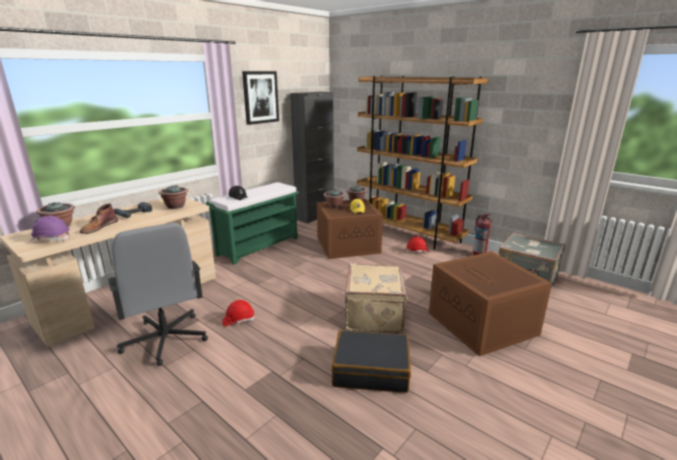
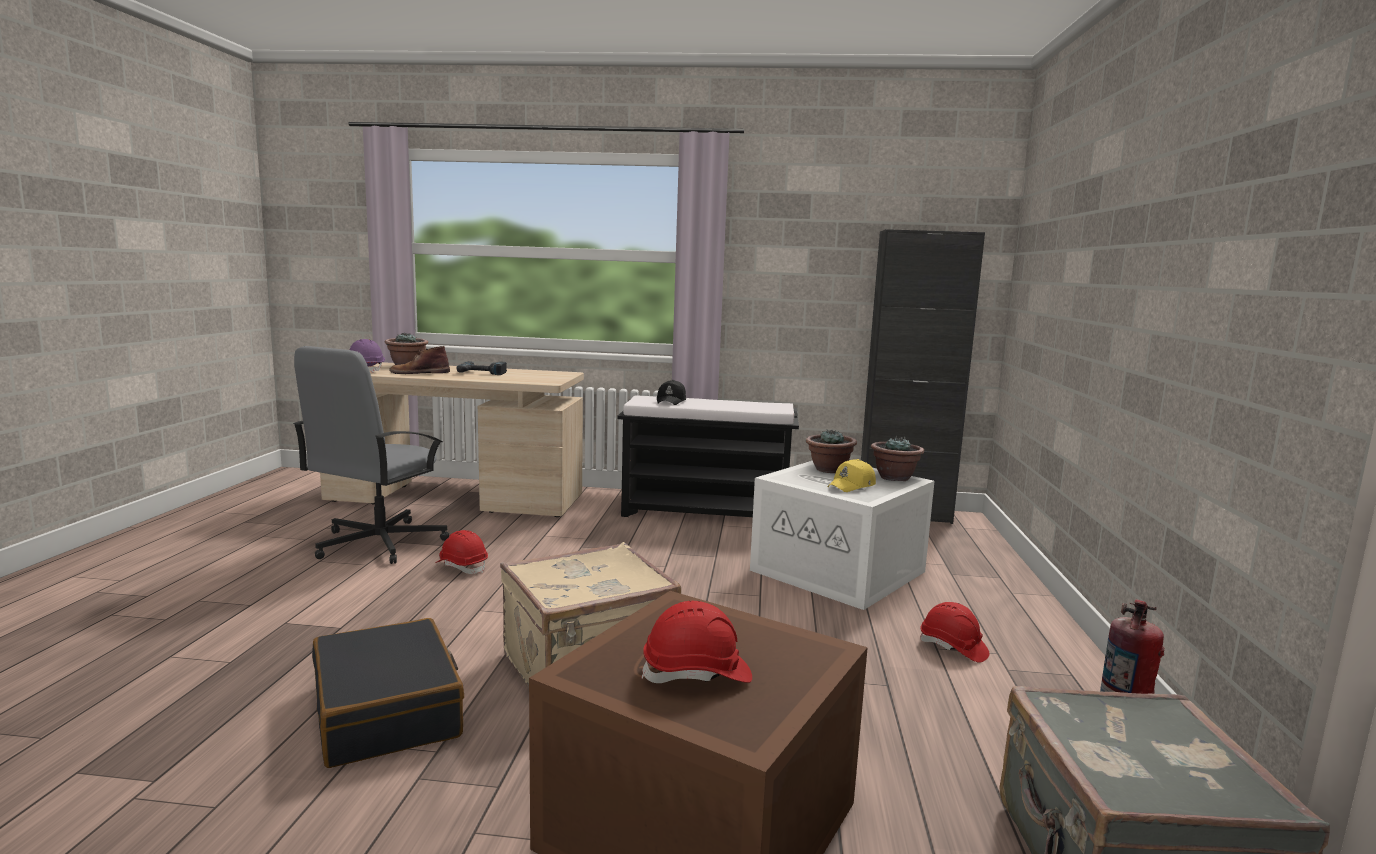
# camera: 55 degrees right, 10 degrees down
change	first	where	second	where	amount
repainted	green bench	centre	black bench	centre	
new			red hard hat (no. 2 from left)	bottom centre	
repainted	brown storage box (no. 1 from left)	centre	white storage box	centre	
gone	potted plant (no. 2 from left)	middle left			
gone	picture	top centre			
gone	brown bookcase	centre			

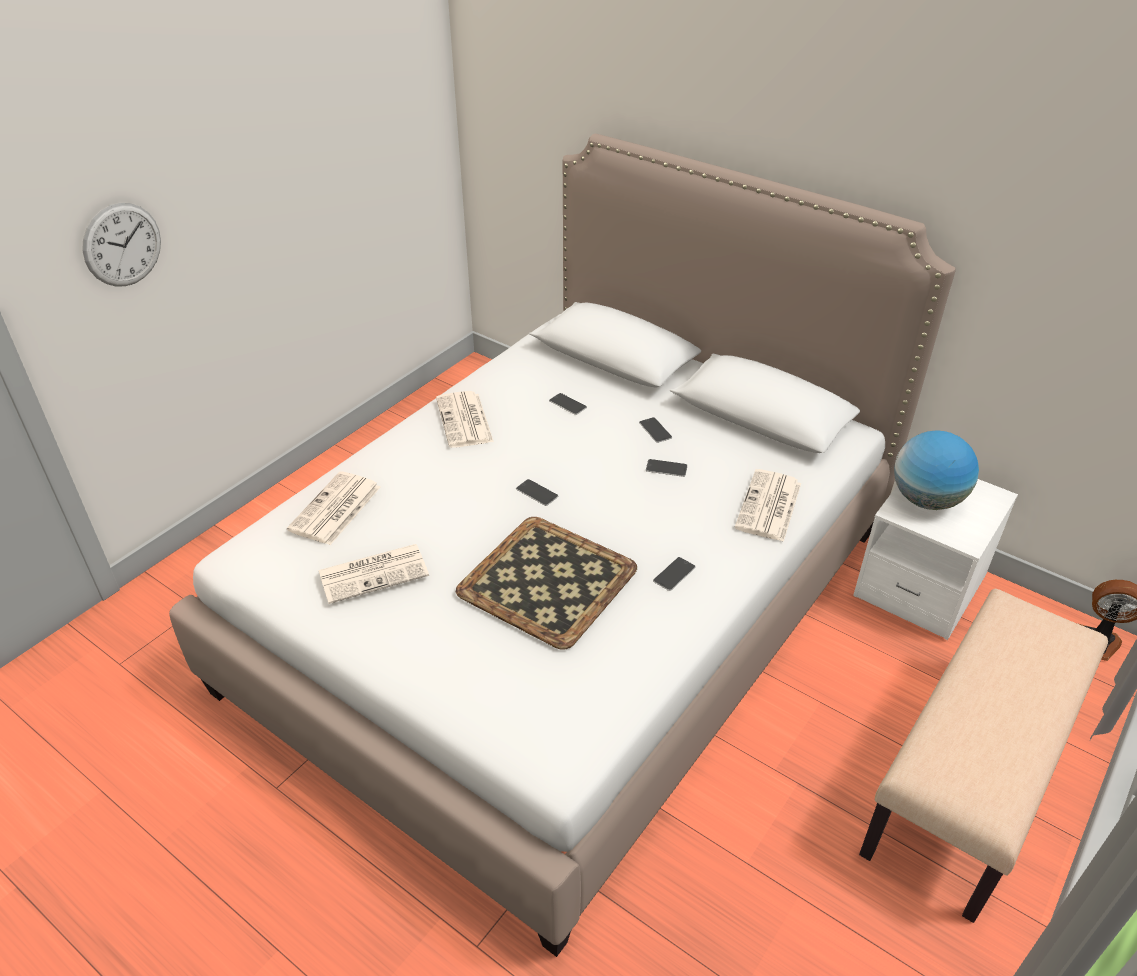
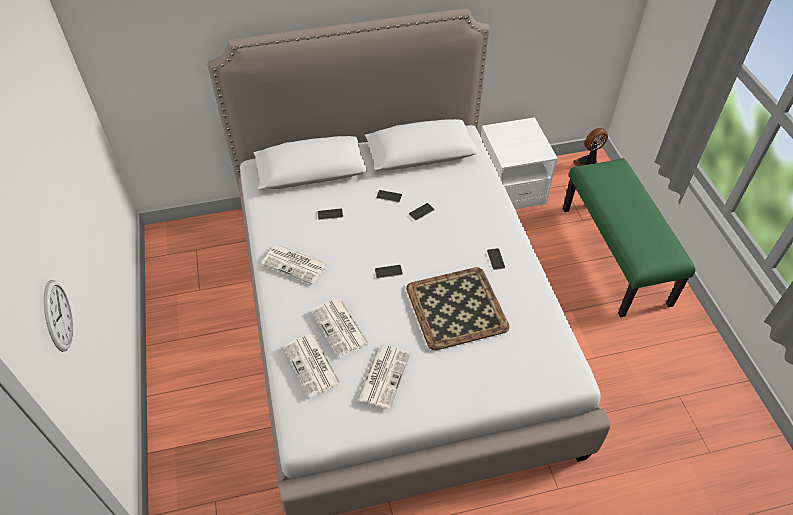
# camera: 50 degrees left, 10 degrees up
change	first	where	second	where	amount
shifted	newspaper (no. 4 from left in the first image)	middle right	newspaper (no. 3 from left)	centre	
repainted	beige bench	bottom right	green bench	middle right	
gone	globe	middle right			

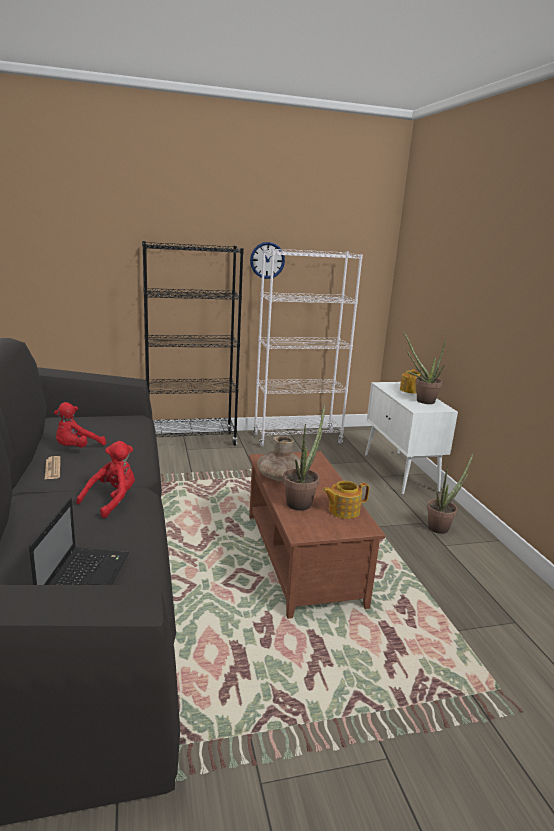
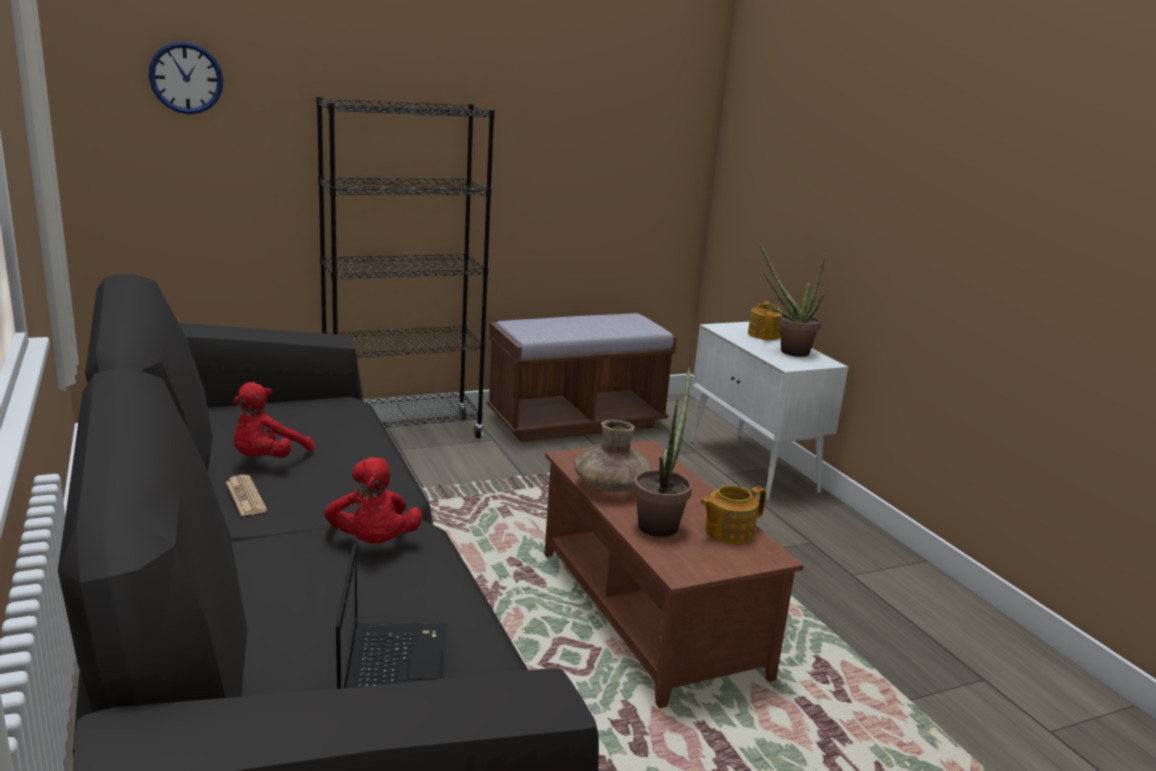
# camera: 10 degrees left, 0 degrees up
change	first	where	second	where	amount
shifted	wall clock	top centre		top left	
rotated	red plush toy (no. 2 from left)	middle left		middle left	135 degrees clockwise
swapped	white bookcase	centre	brown bench	centre	
gone	potted plant (no. 3 from left)	middle right			

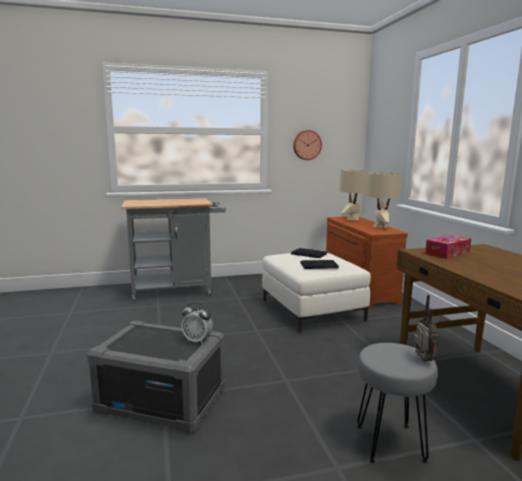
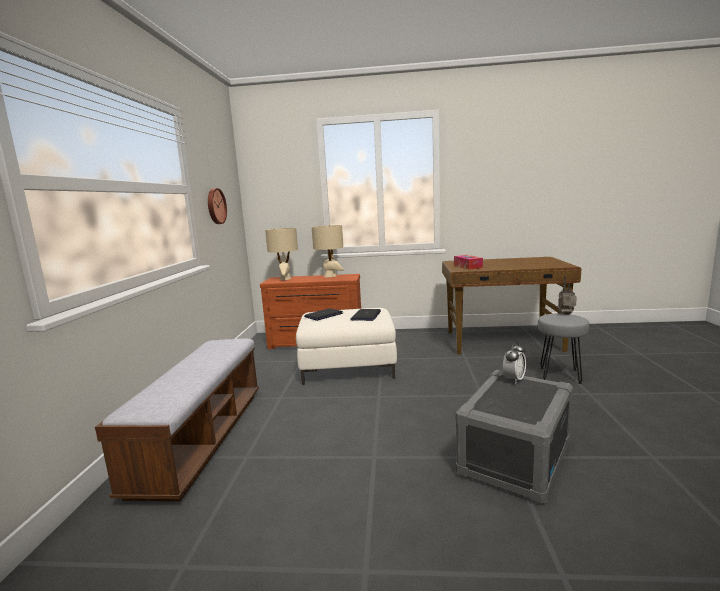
# camera: 70 degrees left, 0 degrees up
change	first	where	second	where	amount
swapped	grey cart	middle left	bench	bottom left	

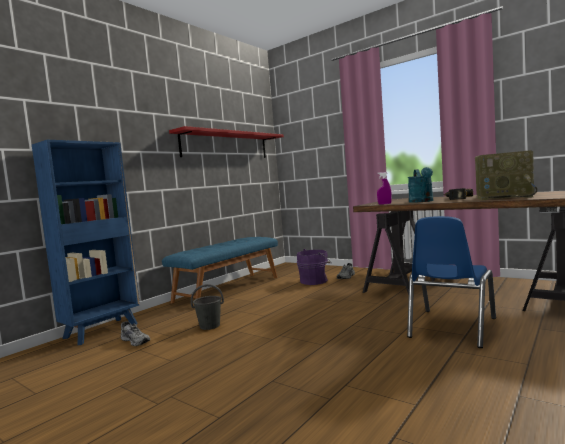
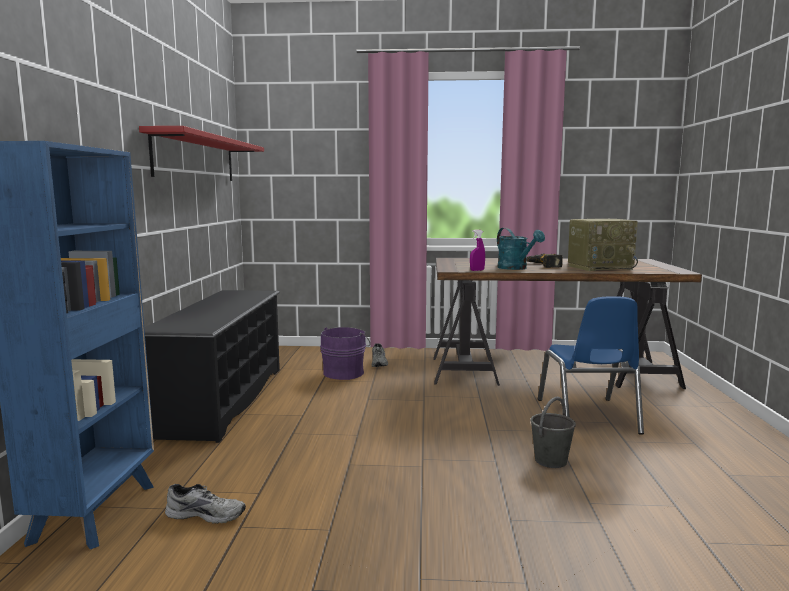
# camera: 35 degrees left, 5 degrees up
change	first	where	second	where	amount
swapped	blue bench	centre	black shoe rack	middle left	
shifted	grey bucket	bottom centre		bottom right	

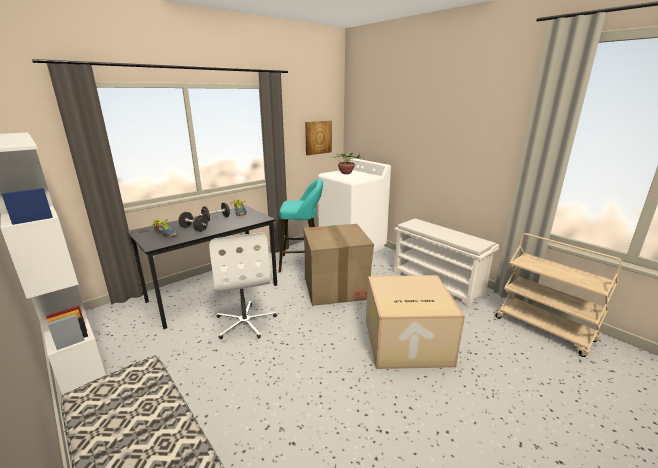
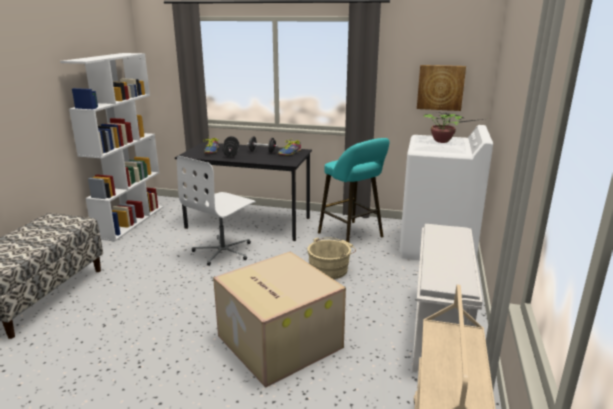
# camera: 55 degrees right, 0 degrees up
change	first	where	second	where	amount
swapped	cardboard box (no. 1 from left)	centre	beige bucket	centre	

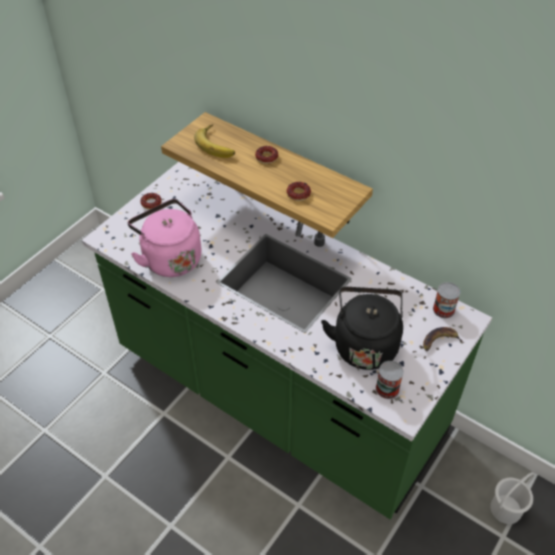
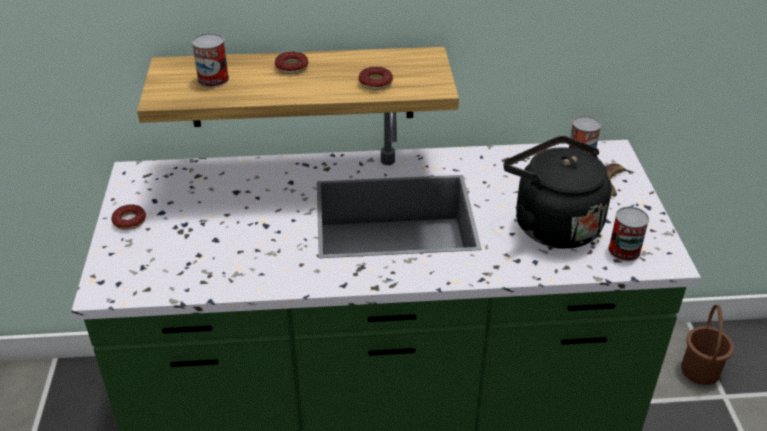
# camera: 40 degrees left, 10 degrees down
change	first	where	second	where	amount
swapped	banana (no. 1 from left)	top centre	can (no. 1 from left)	top left	
repainted	white bucket	bottom right	brown bucket	bottom right	
gone	pink kettle	middle left			

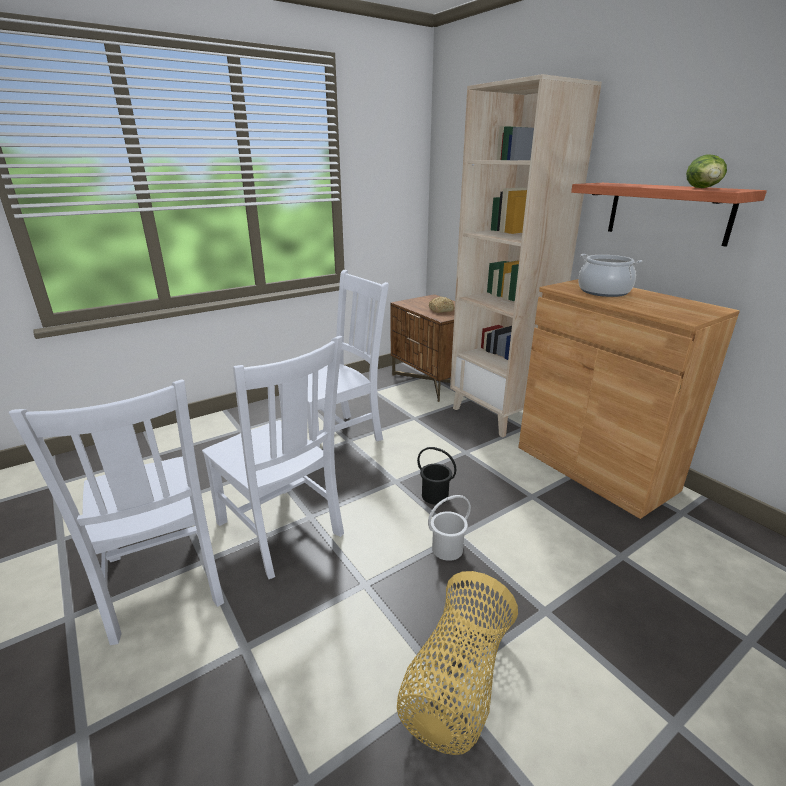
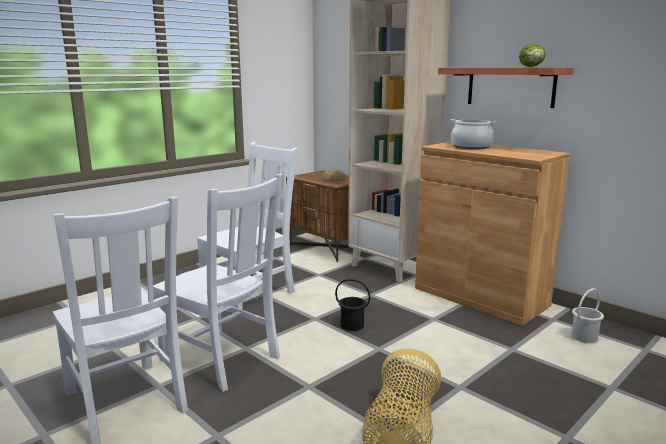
# camera: 10 degrees left, 10 degrees down
change	first	where	second	where	amount
shifted	white bucket	bottom centre		bottom right	

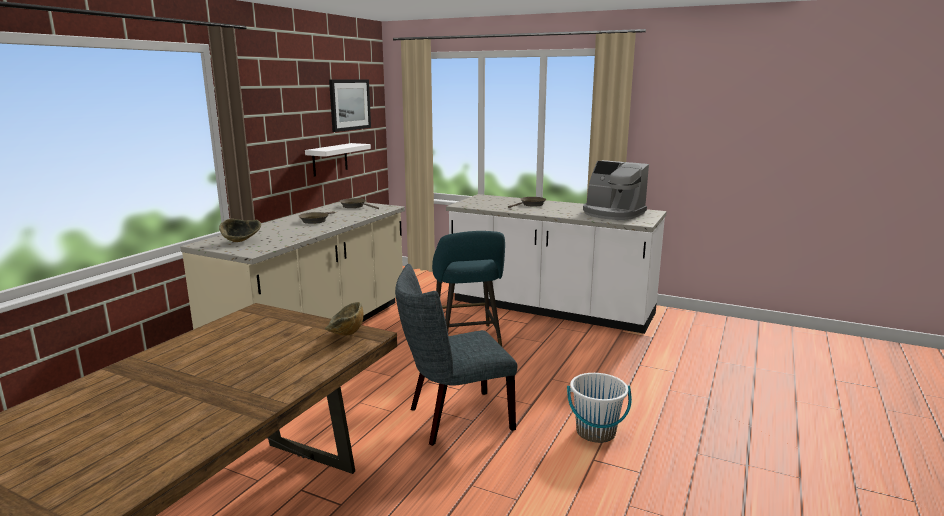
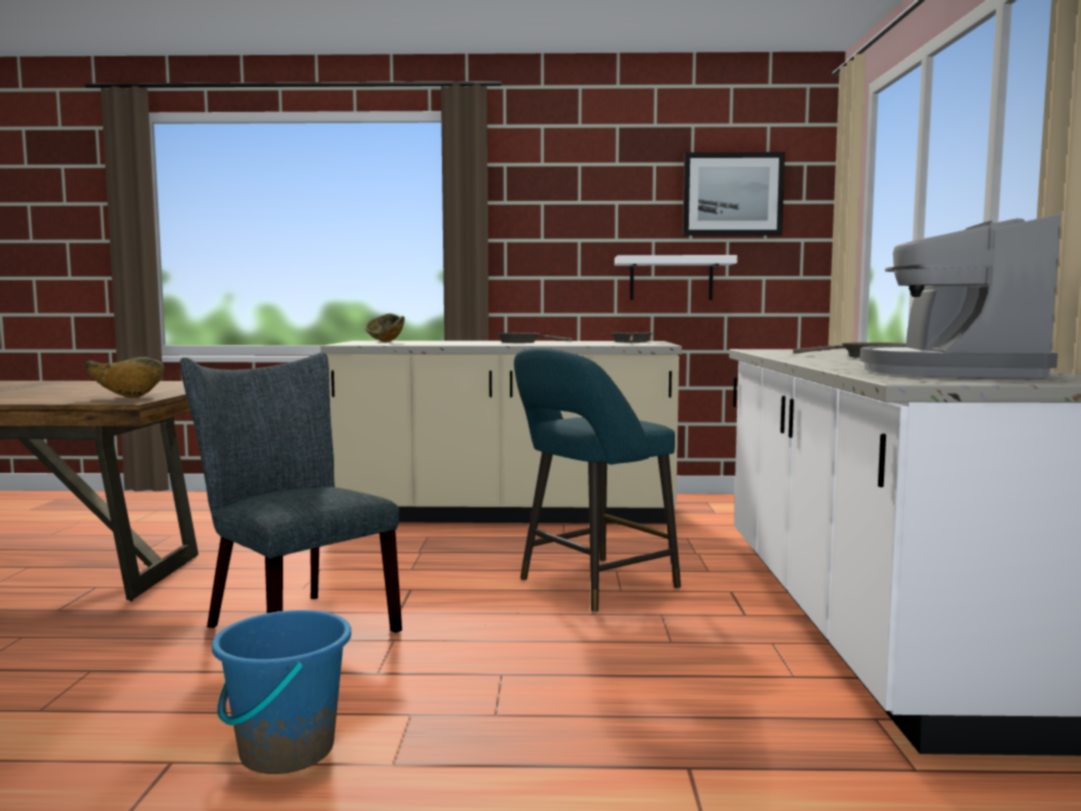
# camera: 65 degrees right, 10 degrees down
change	first	where	second	where	amount
repainted	white bucket	bottom centre	blue bucket	bottom left	

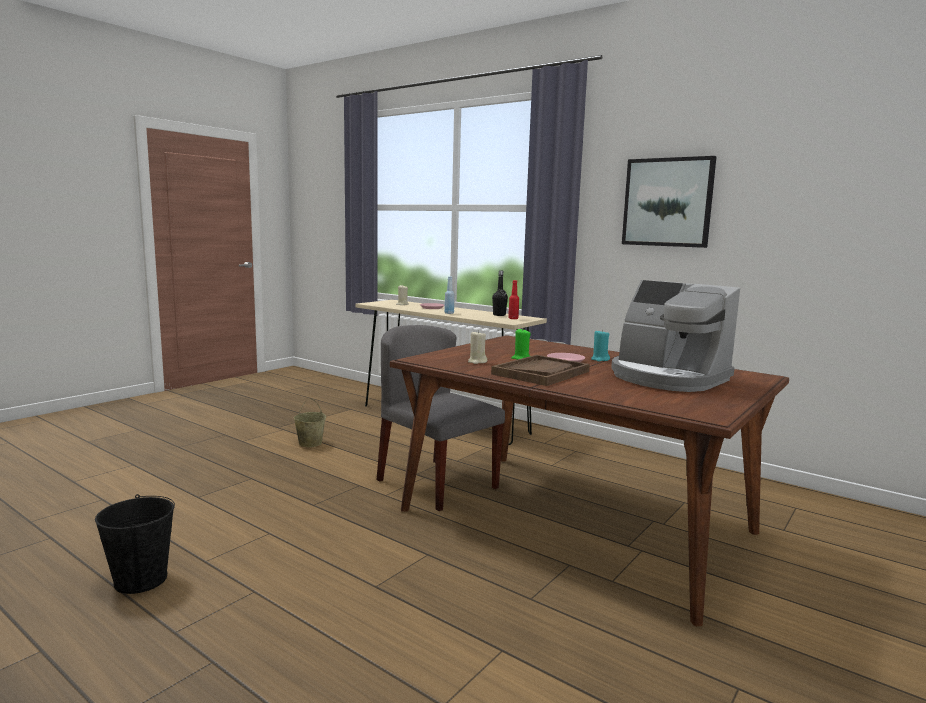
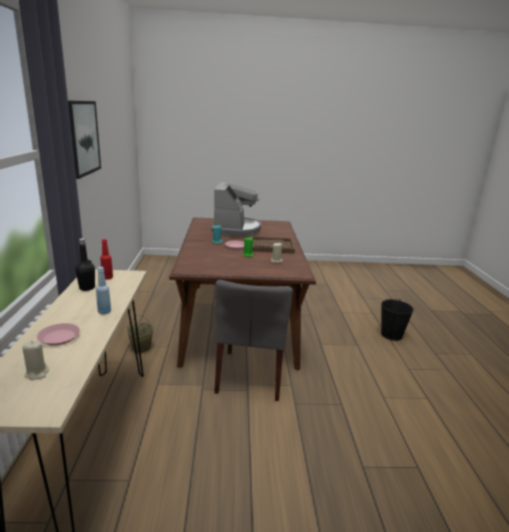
# camera: 130 degrees left, 10 degrees up
change	first	where	second	where	amount
shifted	beige bucket	centre		middle left	
shifted	black bucket	bottom left		middle right	

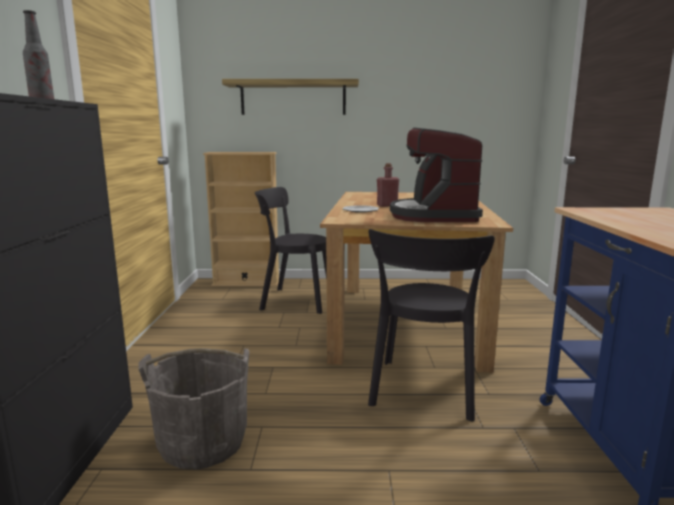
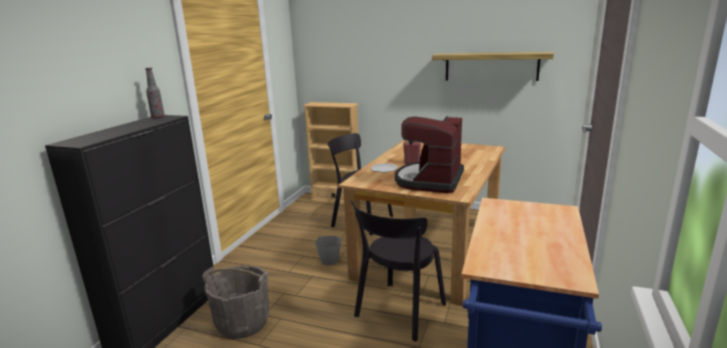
# camera: 20 degrees right, 5 degrees up
change	first	where	second	where	amount
new			grey bucket (no. 2 from left)	bottom centre	
shifted	shelf	top centre		top right	

